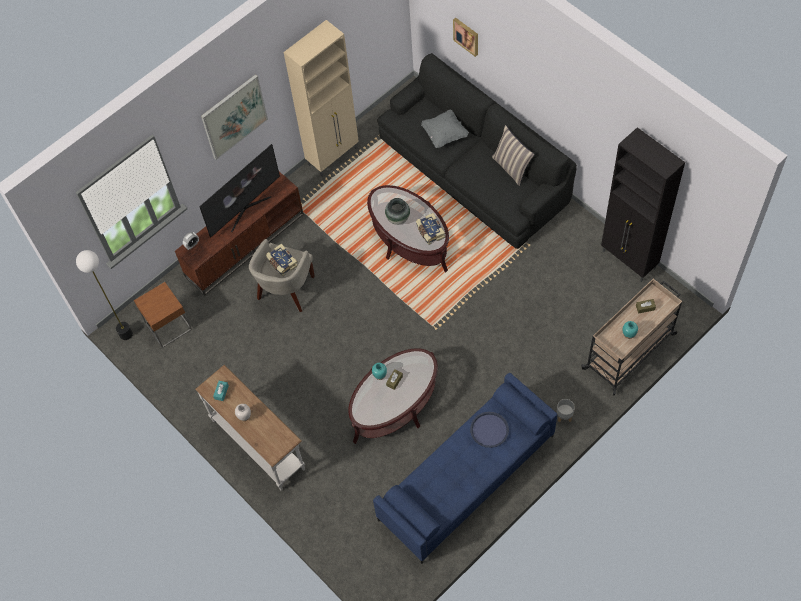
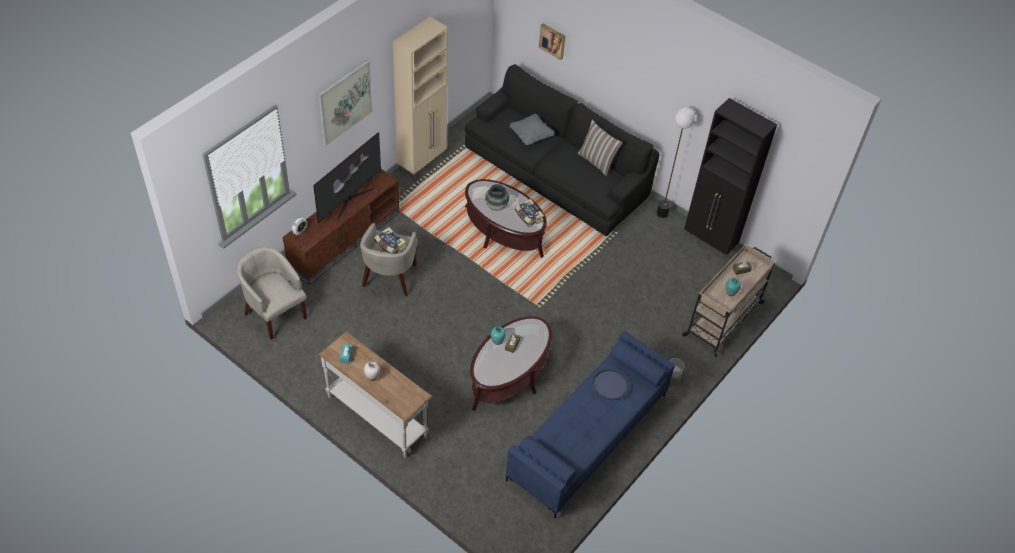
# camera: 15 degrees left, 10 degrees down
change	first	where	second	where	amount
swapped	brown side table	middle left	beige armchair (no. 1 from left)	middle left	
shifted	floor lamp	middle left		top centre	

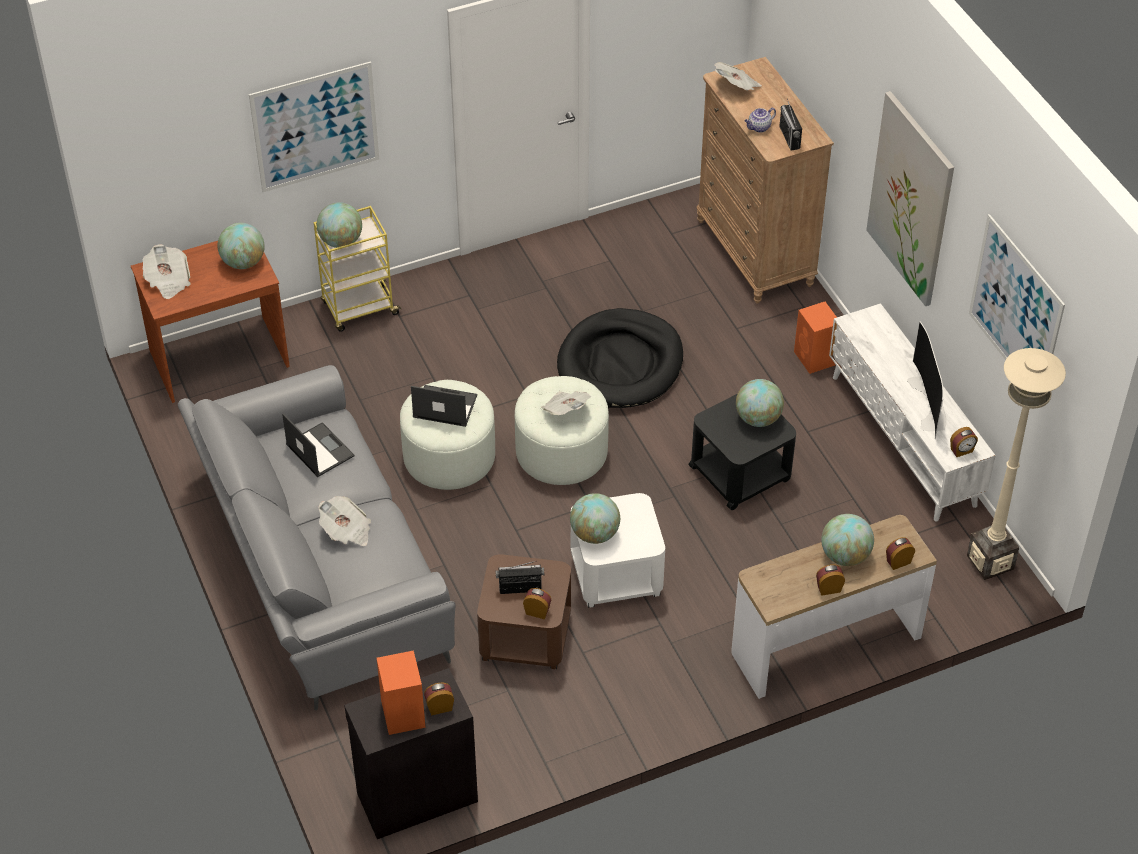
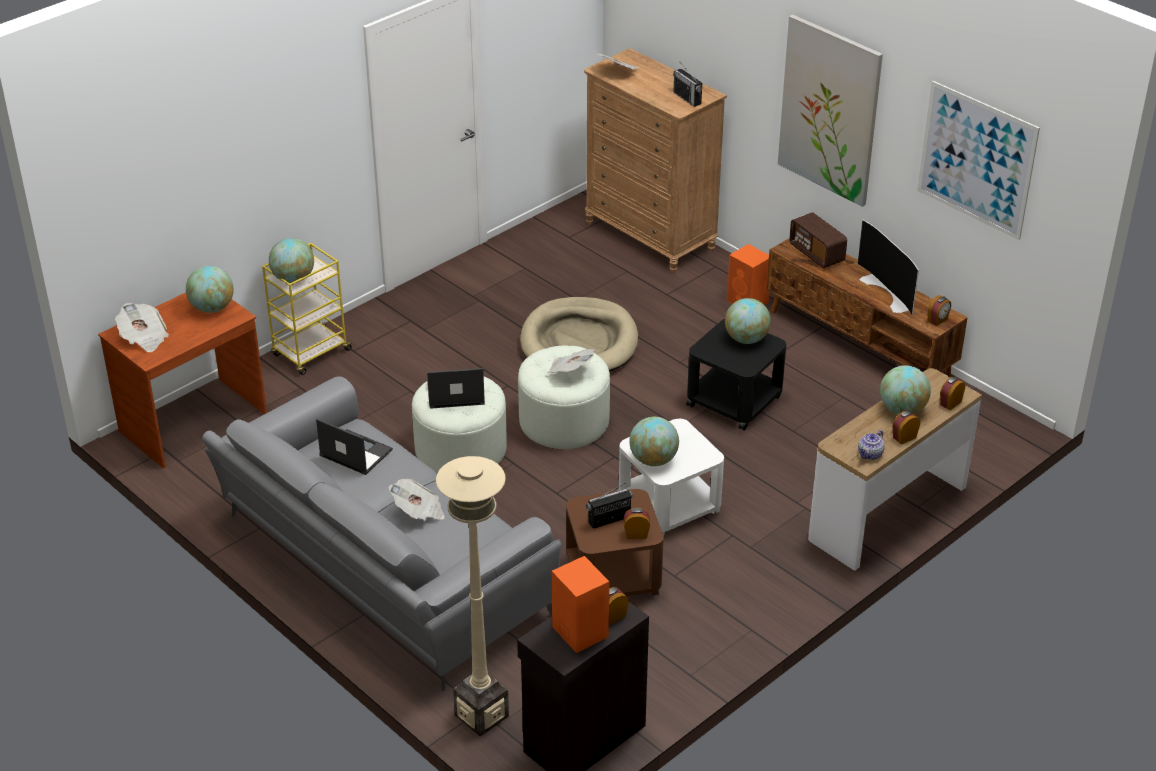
# camera: 20 degrees left, 10 degrees down
change	first	where	second	where	amount
shifted	beige floor lamp	middle right		bottom centre	
repainted	black dog bed	centre	beige dog bed	centre	
repainted	white tv stand	middle right	brown tv stand	middle right	
new			radio (no. 3 from left)	top right	
shifted	teapot	top right		middle right	
gone	picture (no. 1 from left)	top left			

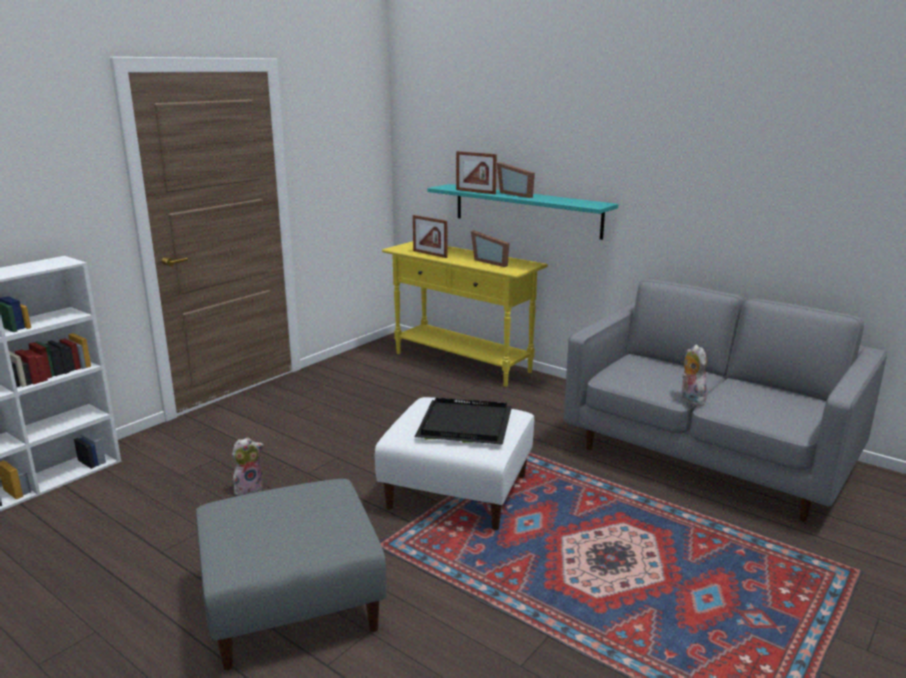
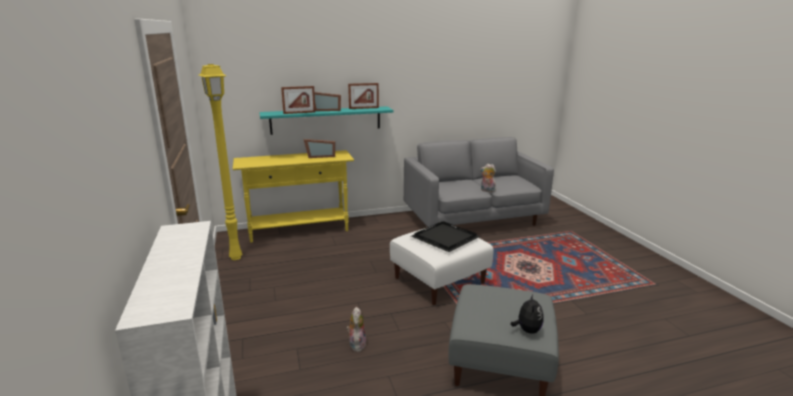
# camera: 55 degrees left, 0 degrees up
change	first	where	second	where	amount
new			yellow floor lamp	middle left	
shifted	picture frame (no. 1 from left in the first image)	centre	picture frame (no. 4 from left)	top centre	
new			plush toy (no. 3 from left)	bottom centre	

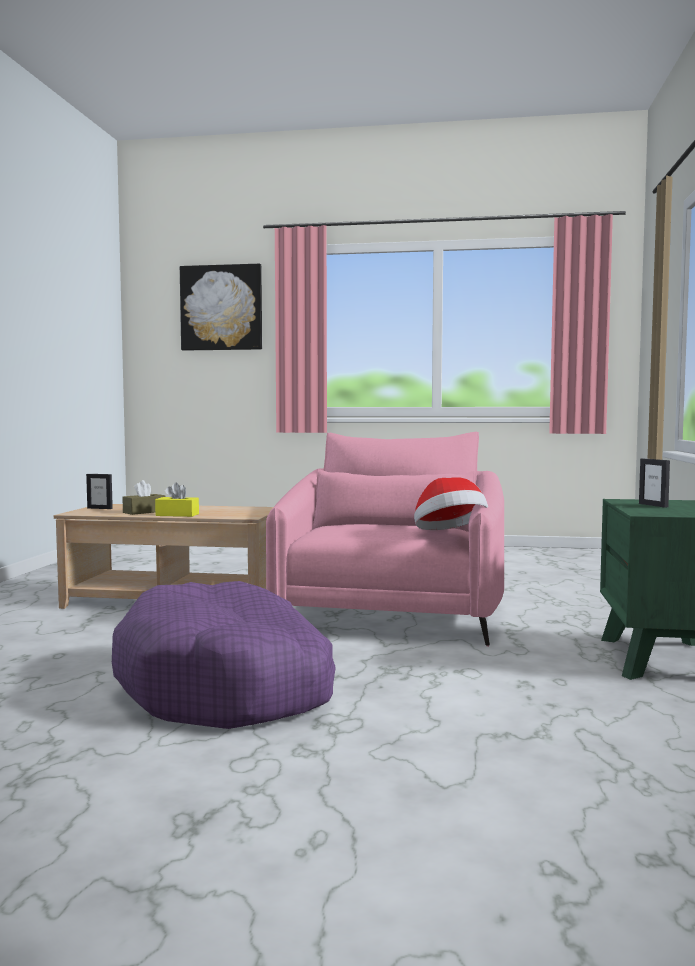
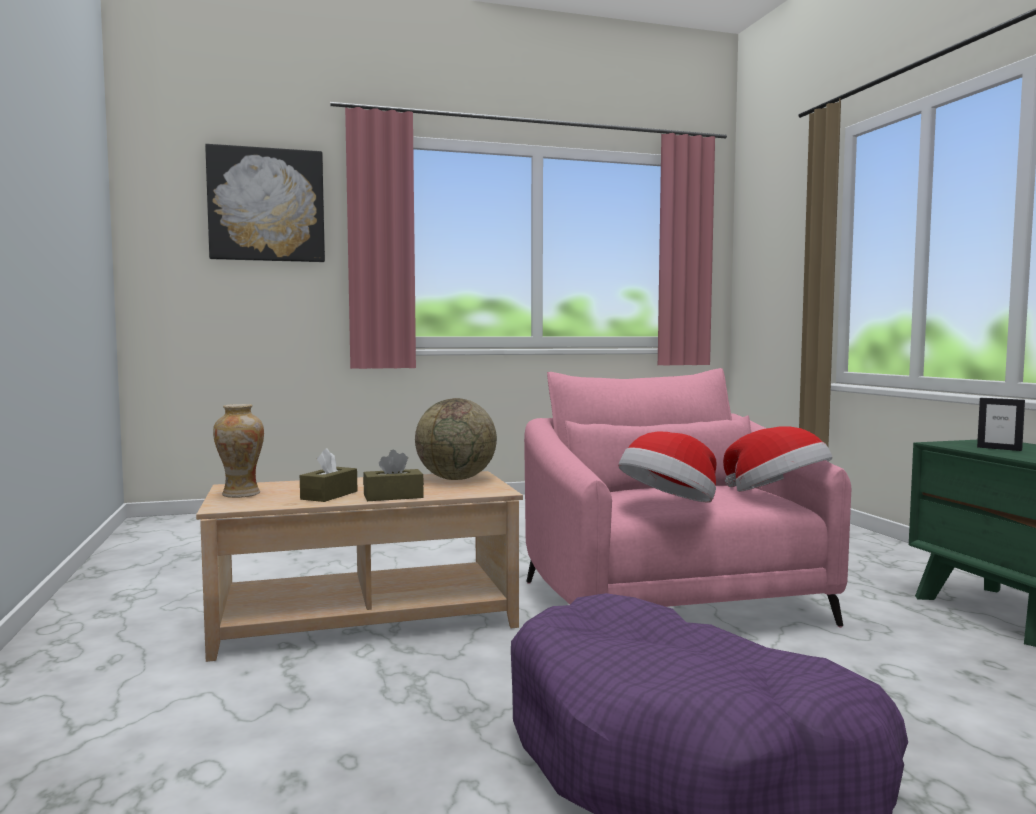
# camera: 25 degrees left, 0 degrees up
change	first	where	second	where	amount
swapped	picture frame (no. 1 from left)	middle left	vase	middle left	
repainted	yellow tissue box	middle left	brown tissue box (no. 2 from left)	centre	
new			globe	centre	
new			hat (no. 1 from left)	centre	

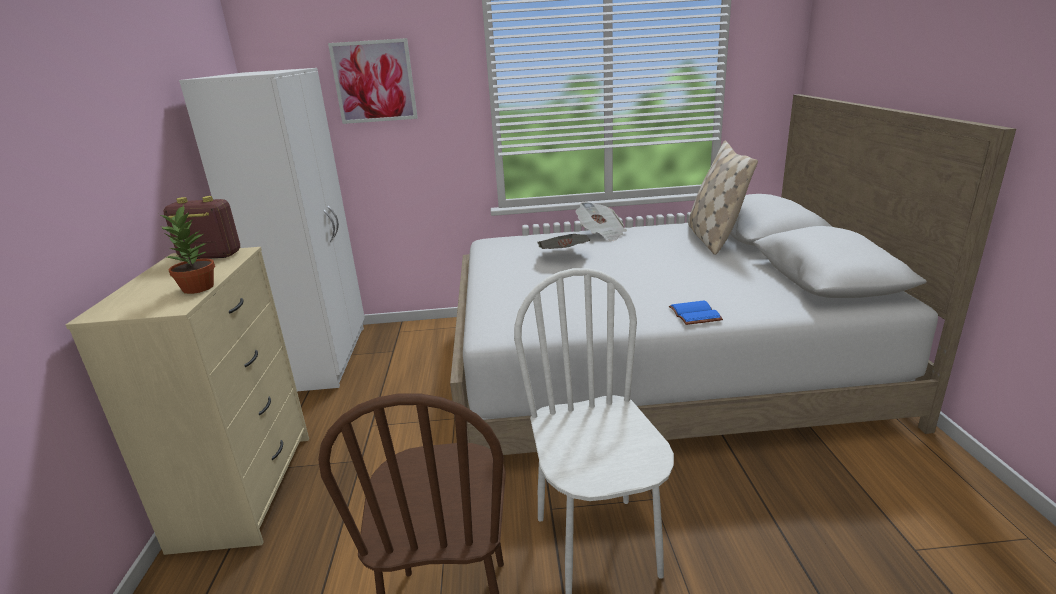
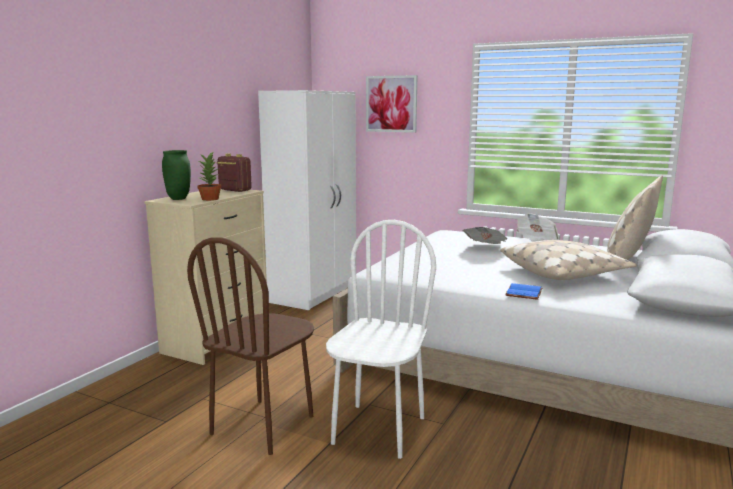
# camera: 30 degrees right, 10 degrees down
change	first	where	second	where	amount
new			green vase	middle left	
new			beige pillow (no. 1 from left)	middle right	

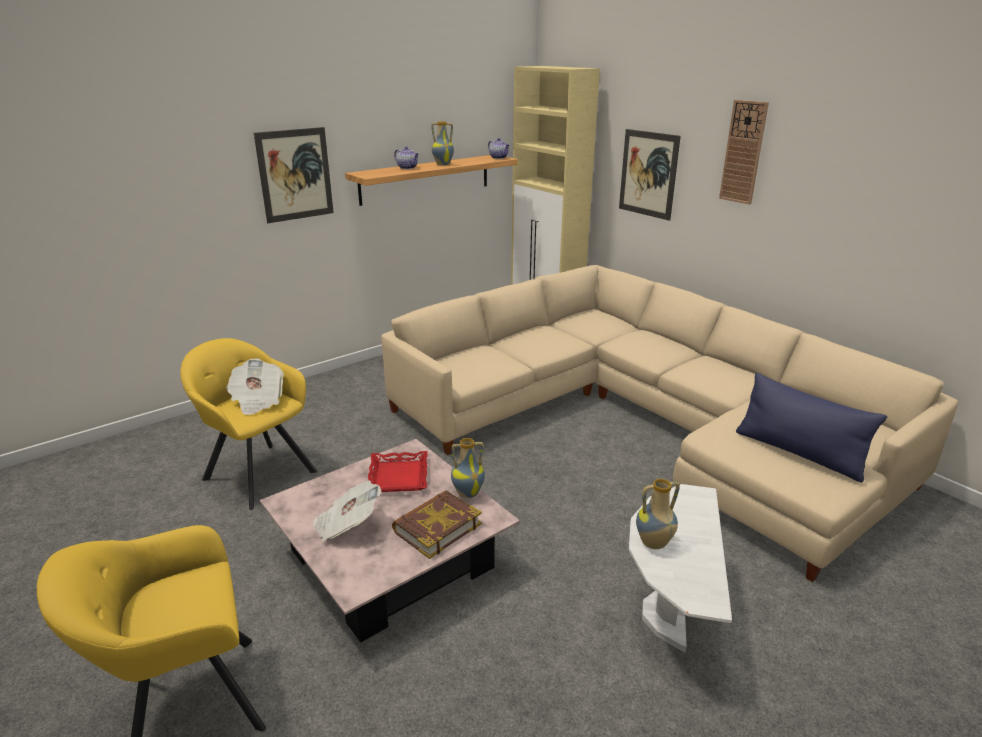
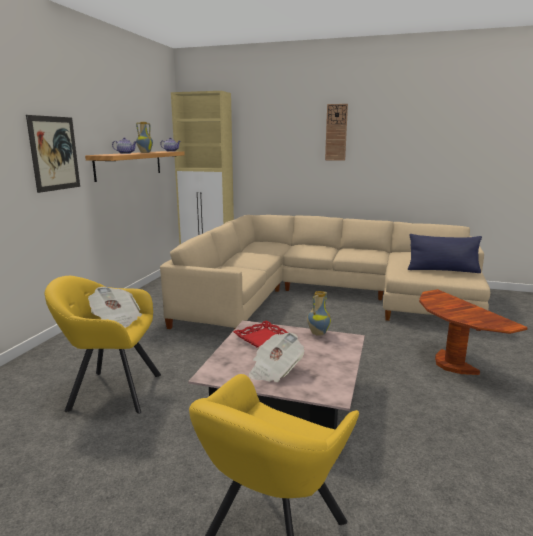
# camera: 35 degrees left, 10 degrees down
change	first	where	second	where	amount
repainted	white side table	bottom right	brown side table	middle right	
gone	book	bottom centre			
gone	picture (no. 2 from left)	top centre			
gone	vase (no. 3 from left)	bottom right			

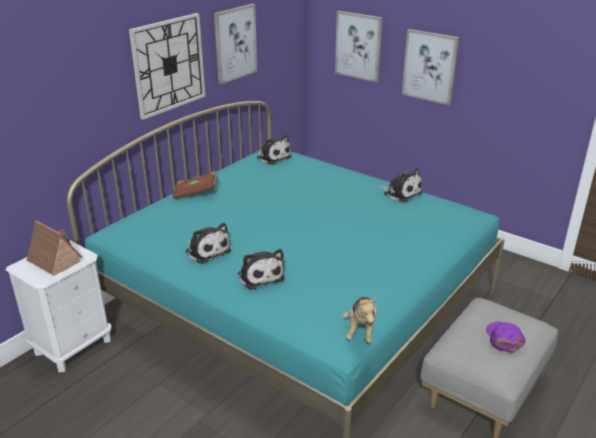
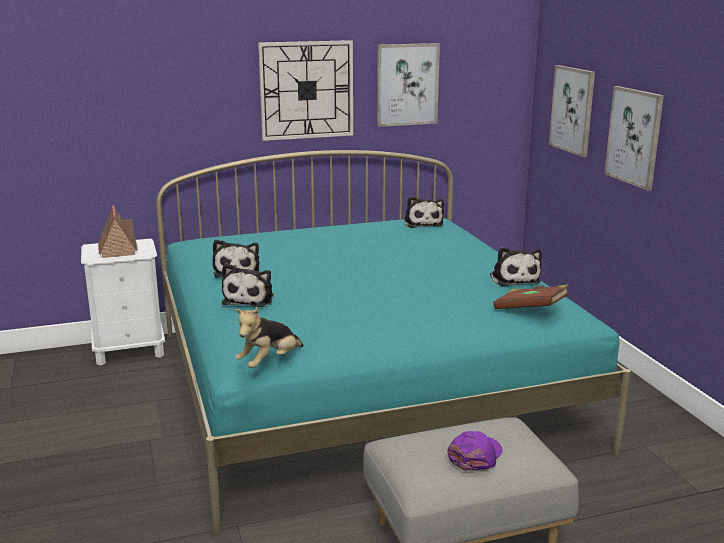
# camera: 35 degrees right, 10 degrees down
change	first	where	second	where	amount
shifted	brown book	middle left		middle right	

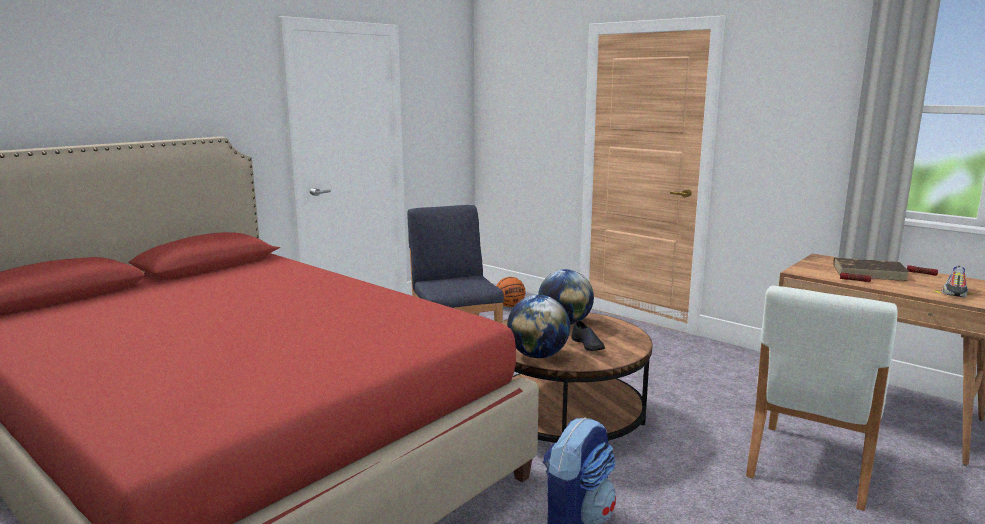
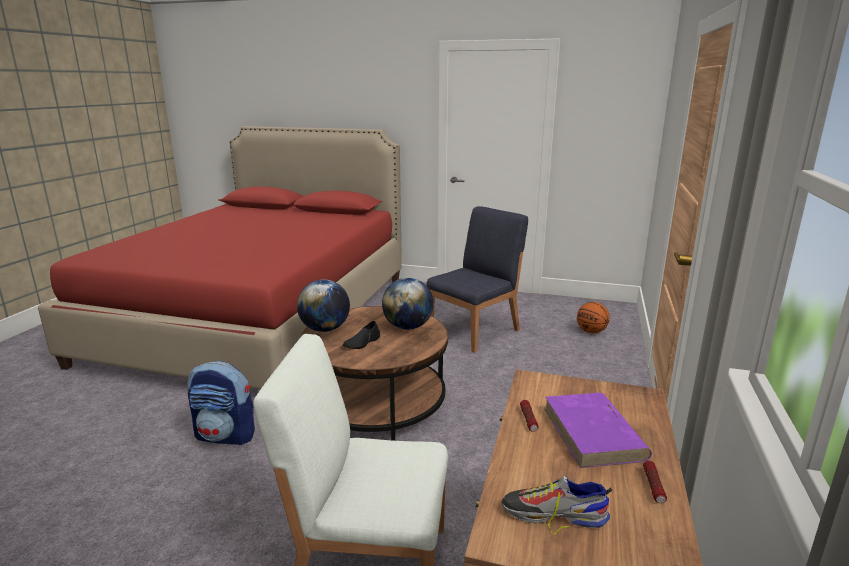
# camera: 65 degrees right, 5 degrees up
change	first	where	second	where	amount
repainted	brown book	middle right	purple book	bottom right	

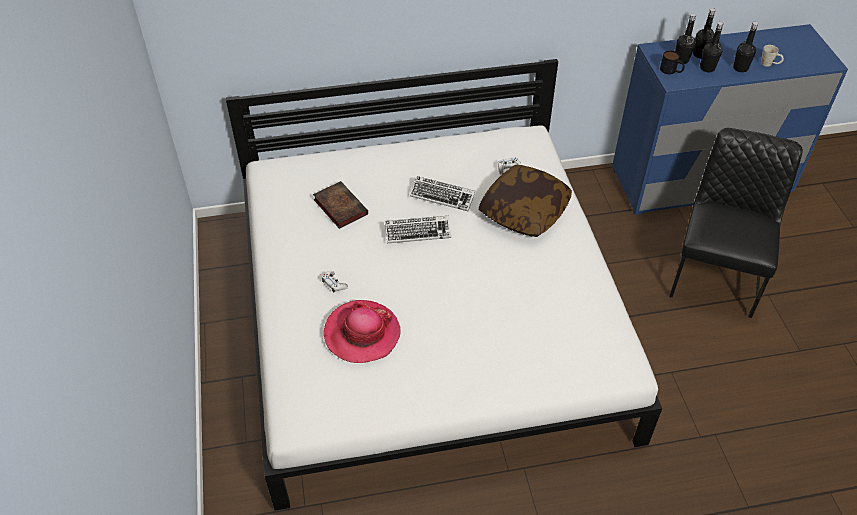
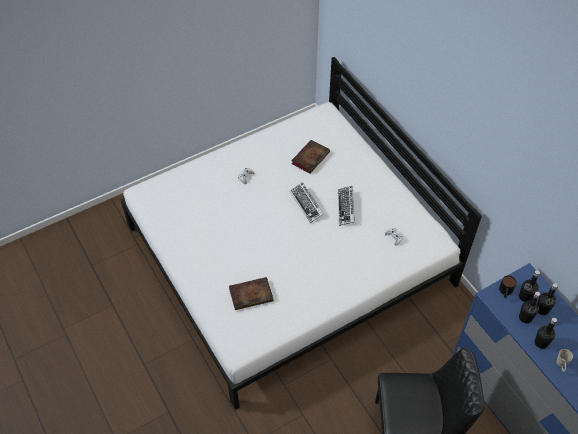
# camera: 70 degrees right, 5 degrees up
change	first	where	second	where	amount
new			book (no. 1 from left)	bottom centre	
gone	hat	centre			
gone	pillow	centre			

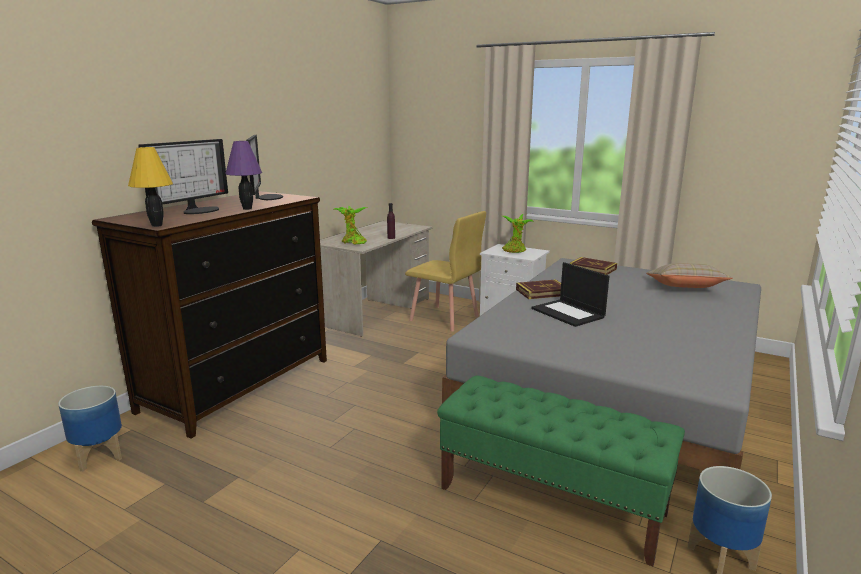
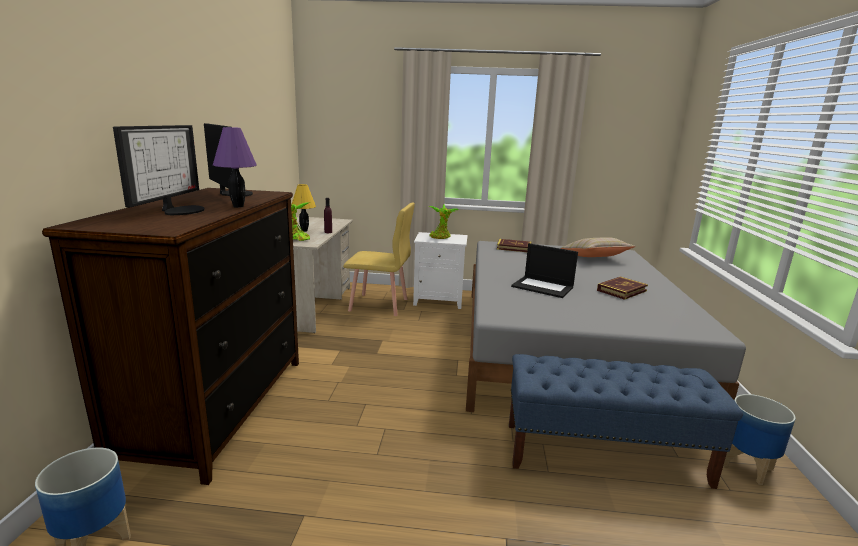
# camera: 25 degrees left, 0 degrees up
change	first	where	second	where	amount
shifted	yellow table lamp	top left		centre	
repainted	green bench	bottom centre	blue bench	bottom right	
shifted	book (no. 1 from left in the first image)	centre	book (no. 2 from left)	middle right	

